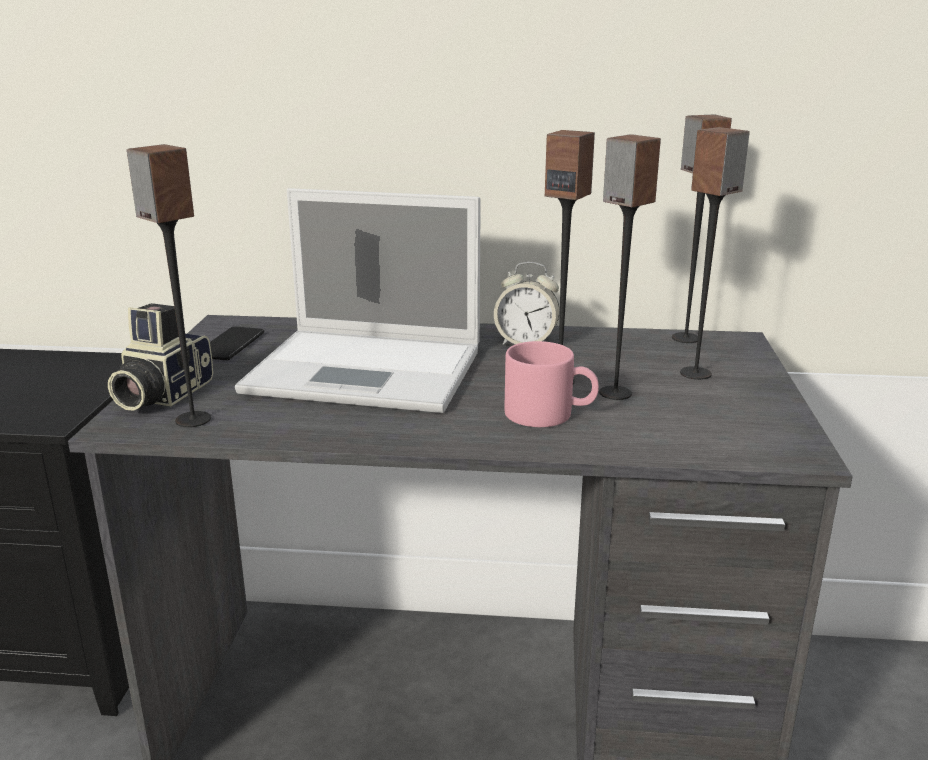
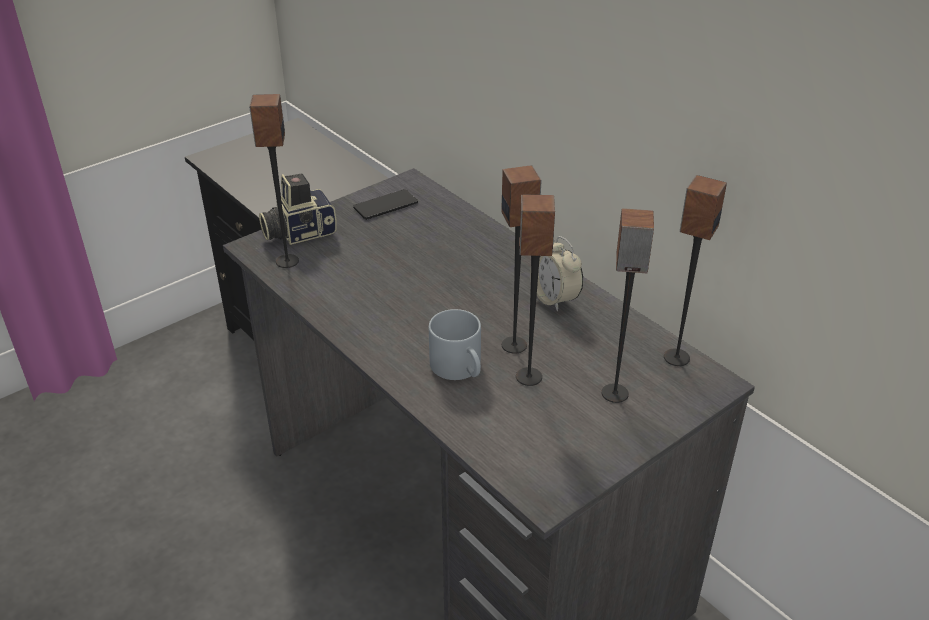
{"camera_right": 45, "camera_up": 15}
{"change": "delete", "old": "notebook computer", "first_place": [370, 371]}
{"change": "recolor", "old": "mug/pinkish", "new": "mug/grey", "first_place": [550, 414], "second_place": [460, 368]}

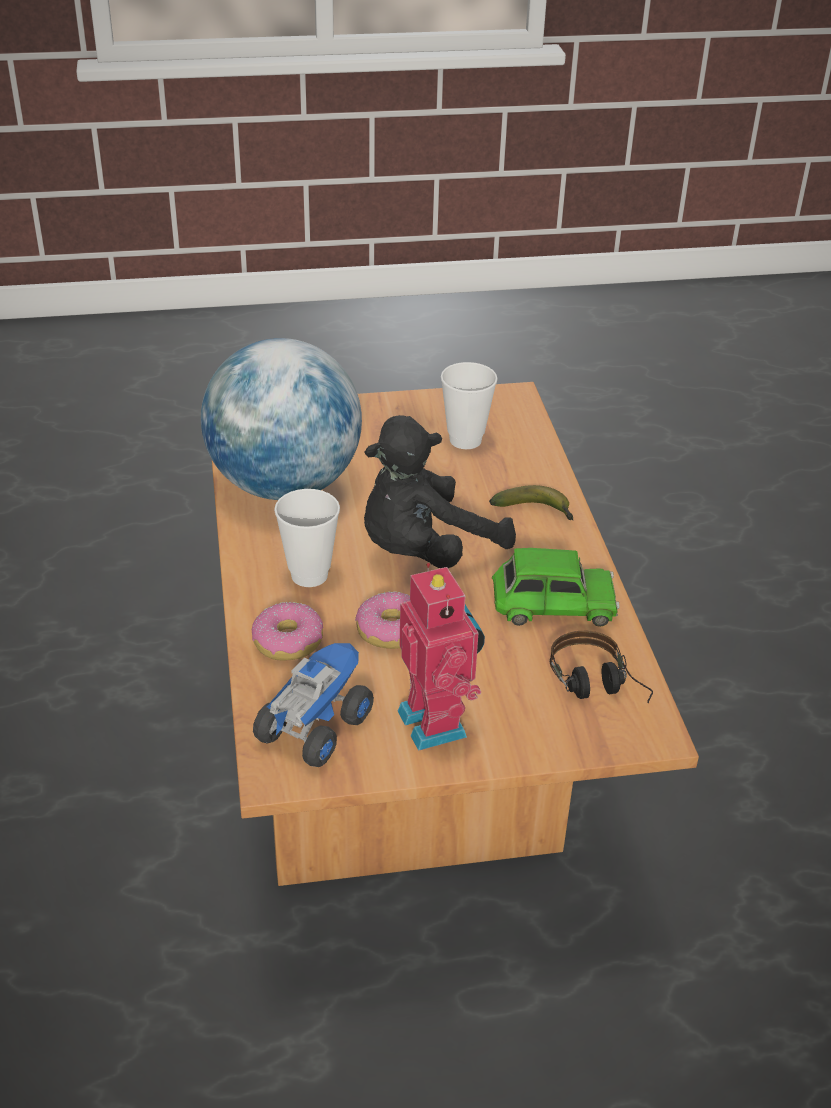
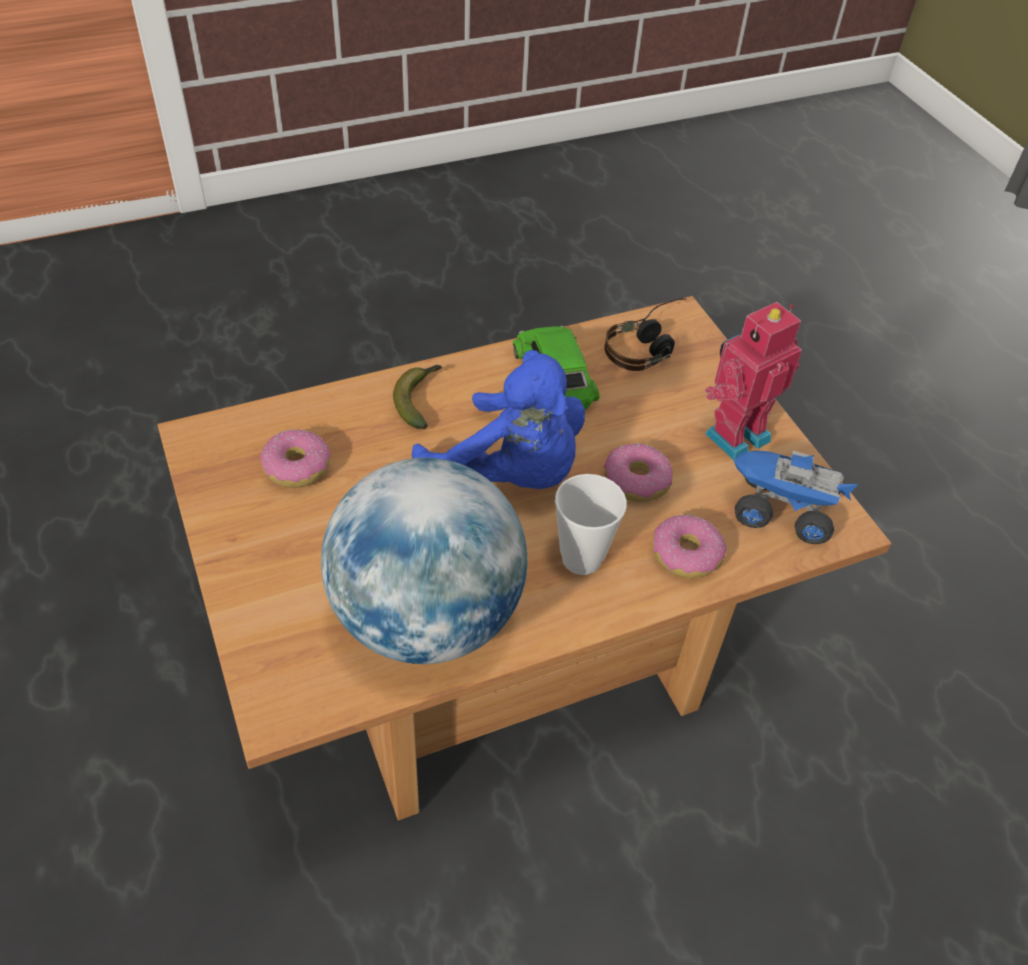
{"camera_right": -105, "camera_up": 10}
{"change": "replace", "old": "small cup", "new": "ring doughnut", "first_place": [465, 440], "second_place": [297, 467]}
{"change": "recolor", "old": "cuddly toy/black", "new": "cuddly toy/bluish", "first_place": [424, 551], "second_place": [510, 473]}

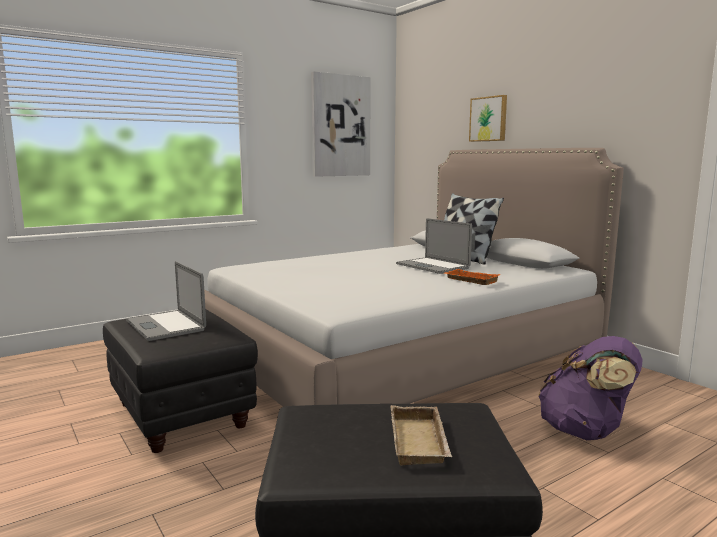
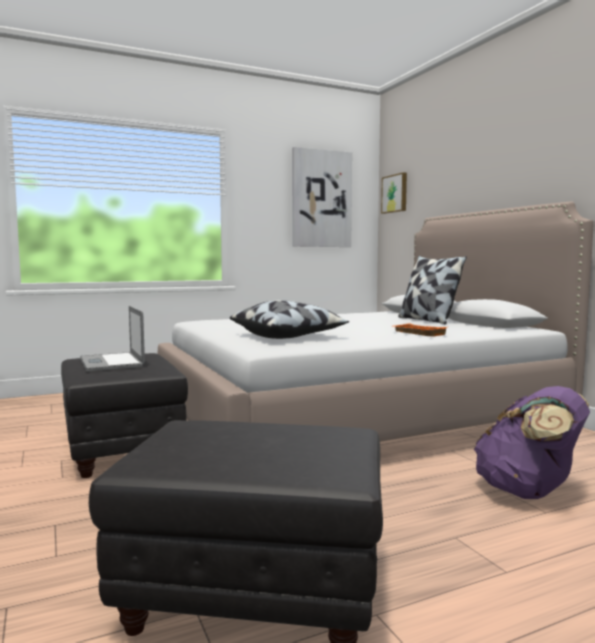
{"camera_right": 10, "camera_up": -5}
{"change": "delete", "old": "carrying tray/beige", "first_place": [421, 442]}
{"change": "delete", "old": "notebook computer", "first_place": [432, 266]}
{"change": "insert", "new": "pillow", "second_place": [288, 336]}
{"change": "move", "old": "picture", "first_place": [489, 119], "second_place": [395, 193]}

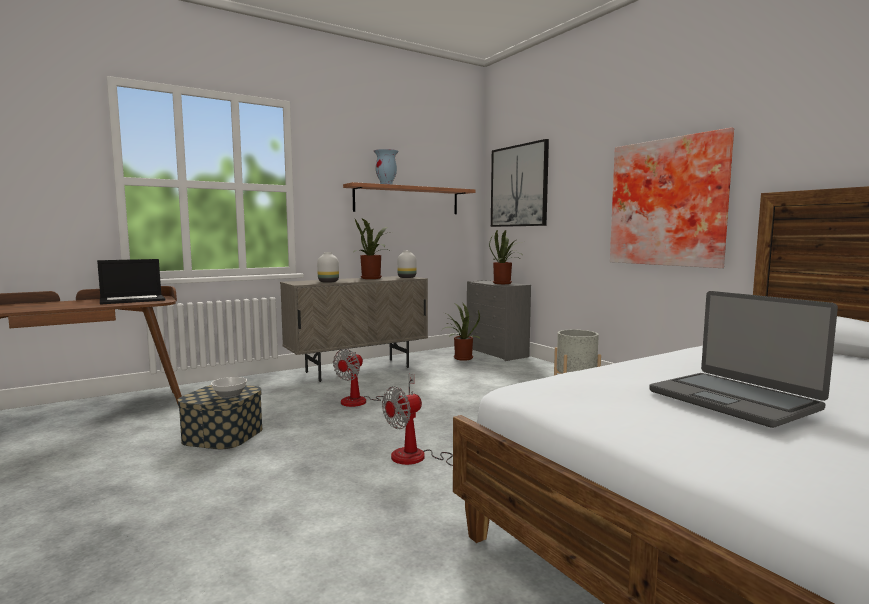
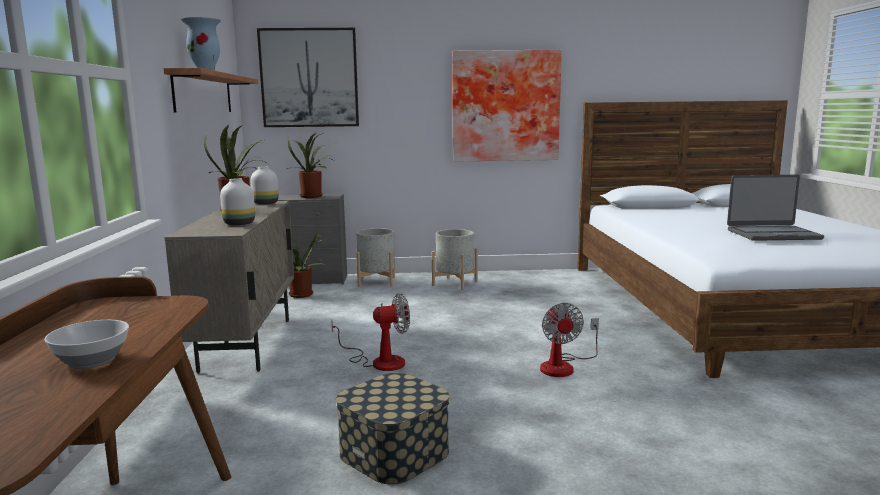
{"camera_right": -60, "camera_up": 5}
{"change": "delete", "old": "notebook computer", "first_place": [133, 300]}
{"change": "insert", "new": "planter/grey", "second_place": [376, 282]}
{"change": "move", "old": "bowl", "first_place": [229, 395], "second_place": [92, 361]}
{"change": "rotate", "old": "fan", "first_place": [363, 402], "second_place": [379, 361], "degrees": -75}

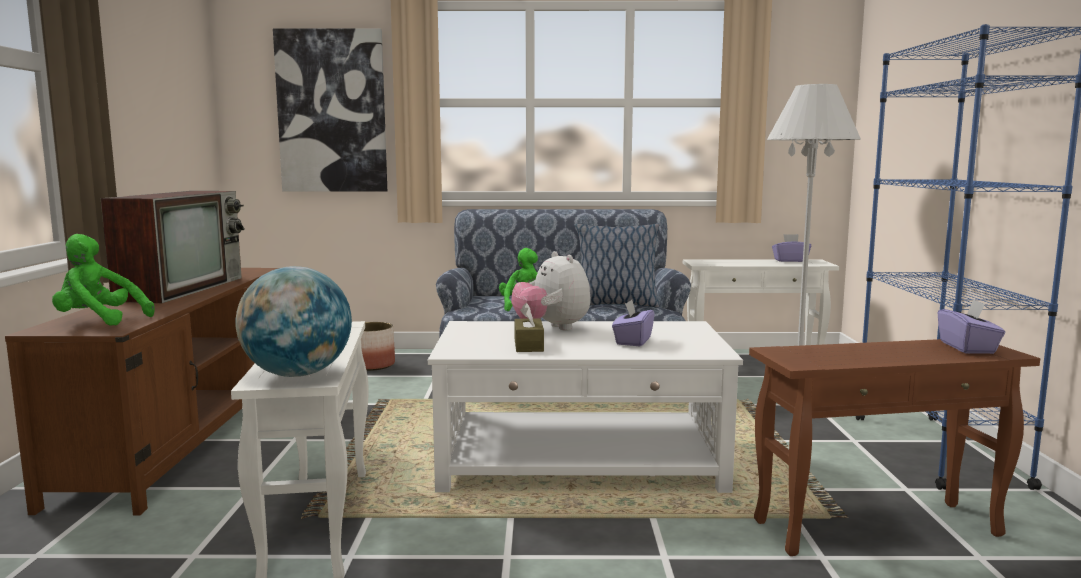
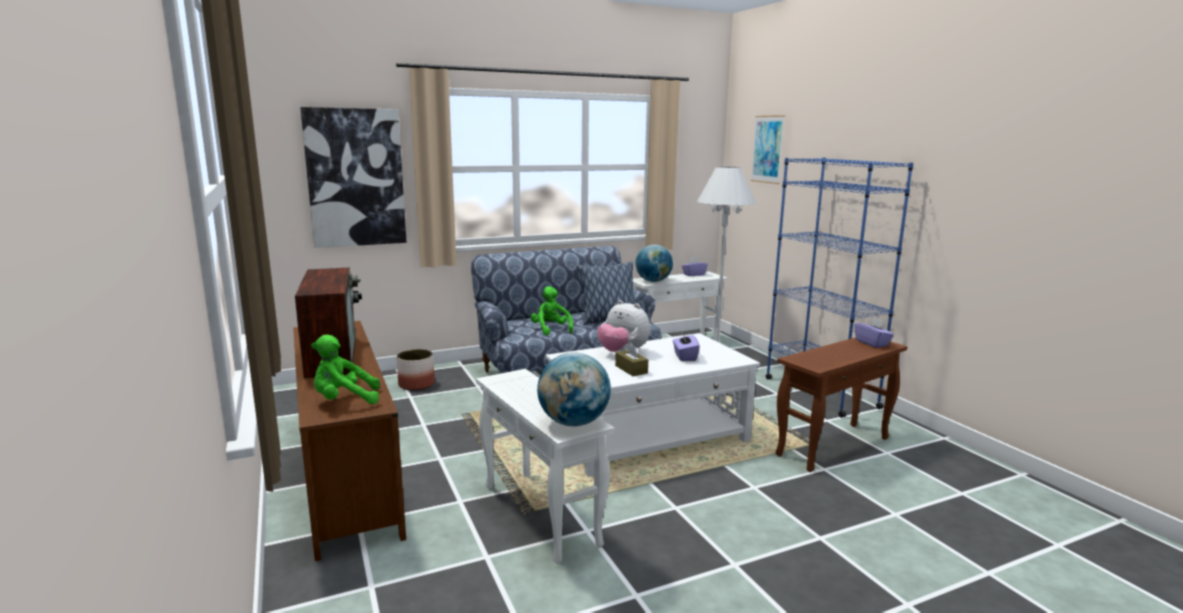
{"camera_right": -25, "camera_up": 5}
{"change": "insert", "new": "desk globe", "second_place": [653, 281]}
{"change": "insert", "new": "picture", "second_place": [767, 149]}

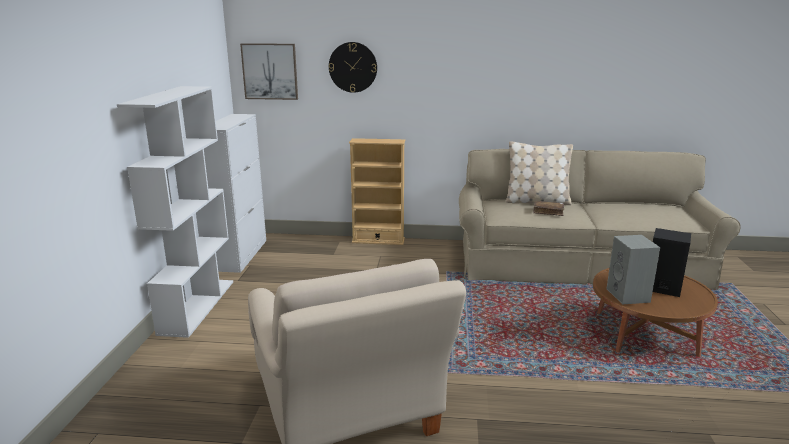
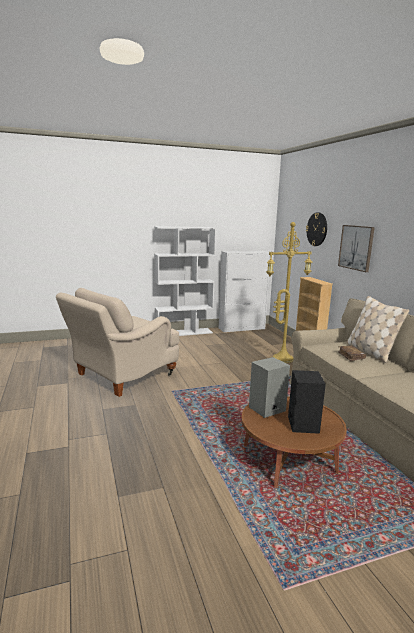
{"camera_right": 65, "camera_up": -5}
{"change": "insert", "new": "standing lamp/yellow", "second_place": [282, 358]}
{"change": "move", "old": "picture", "first_place": [270, 71], "second_place": [356, 247]}

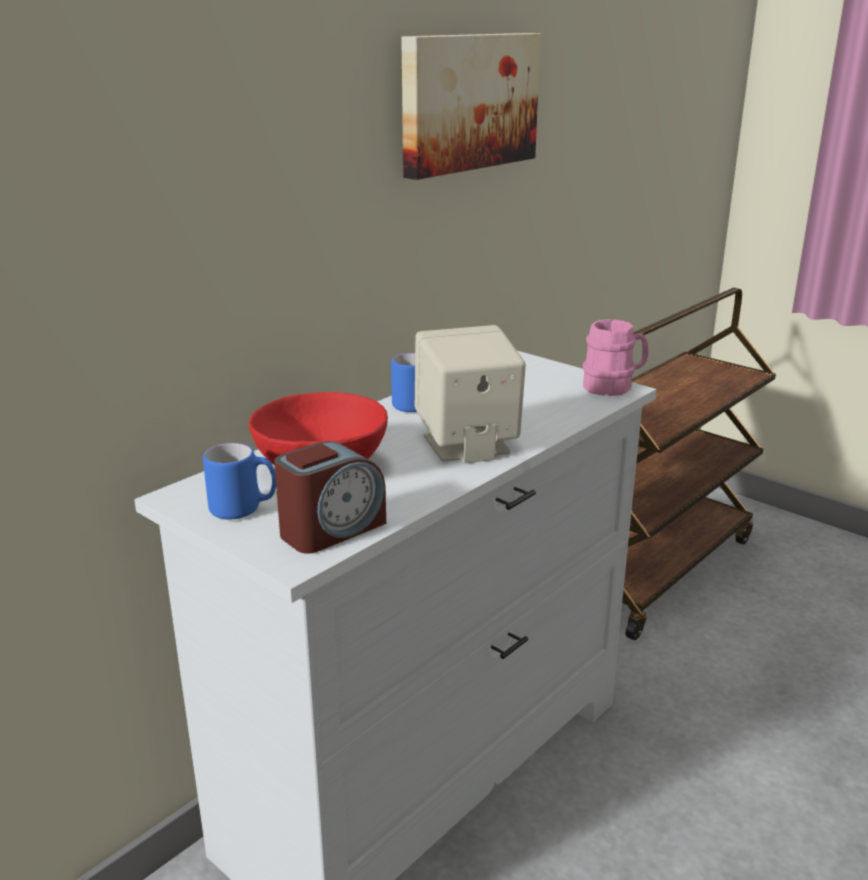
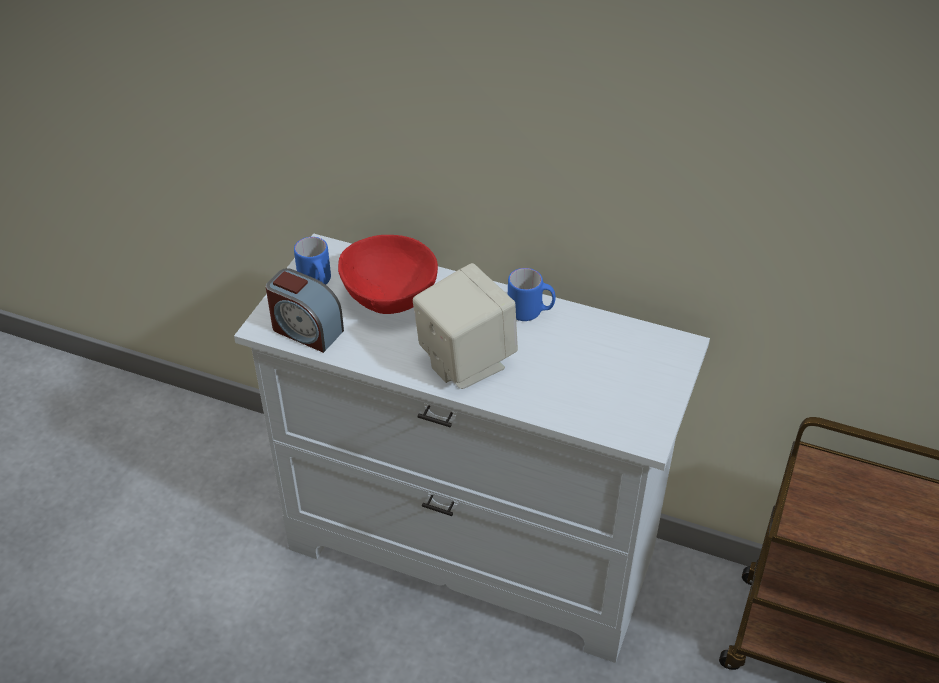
{"camera_right": 70, "camera_up": 20}
{"change": "delete", "old": "picture", "first_place": [467, 102]}
{"change": "delete", "old": "mug/pinkish", "first_place": [614, 386]}

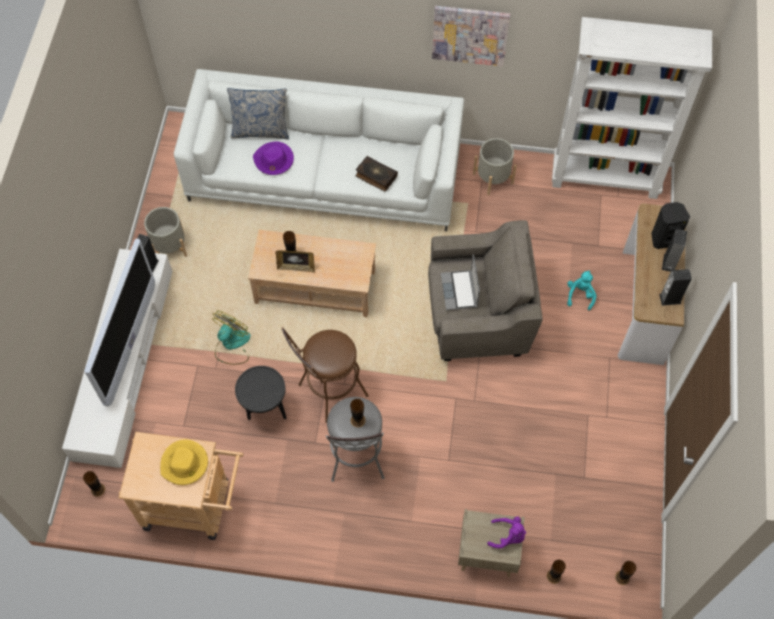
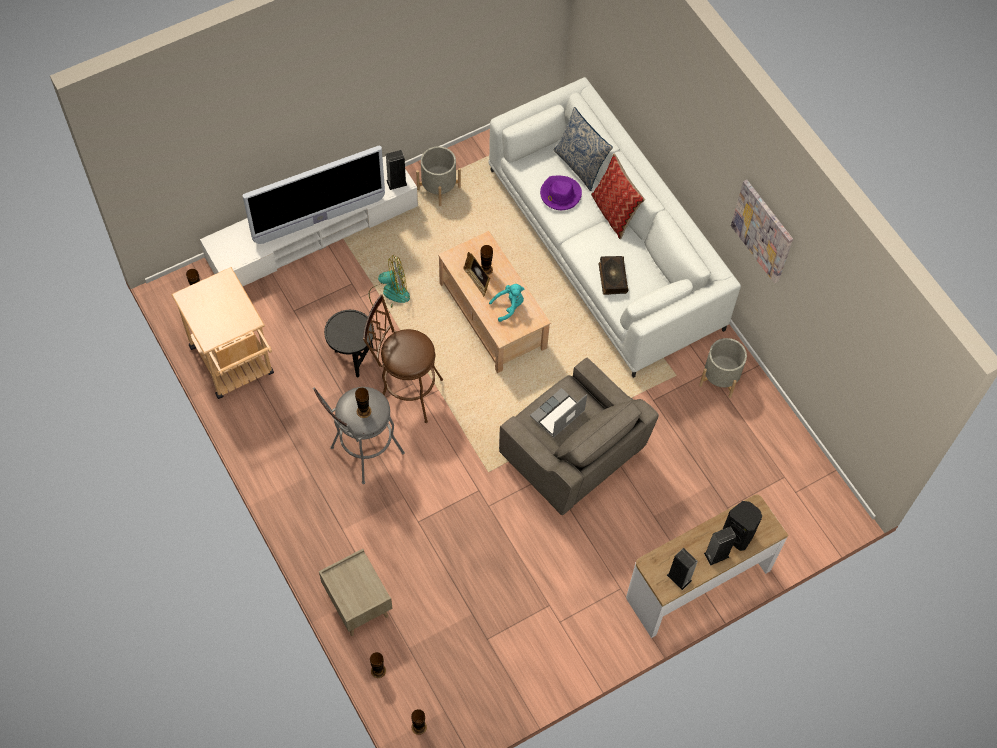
{"camera_right": 50, "camera_up": 0}
{"change": "delete", "old": "hat/yellow", "first_place": [184, 464]}
{"change": "delete", "old": "cuddly toy/purple", "first_place": [508, 536]}
{"change": "delete", "old": "bookshelf/white-coloured", "first_place": [606, 178]}
{"change": "insert", "new": "pillow", "second_place": [614, 213]}
{"change": "move", "old": "cuddly toy/turquoise", "first_place": [580, 295], "second_place": [509, 306]}

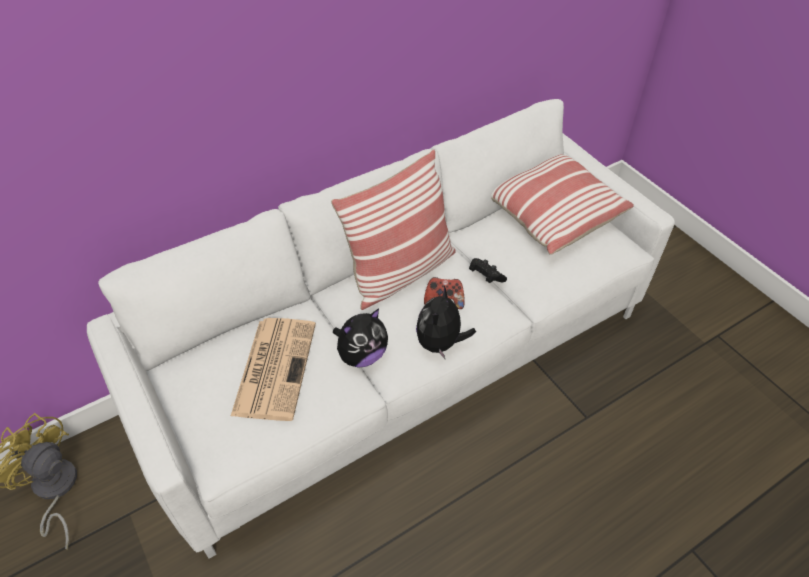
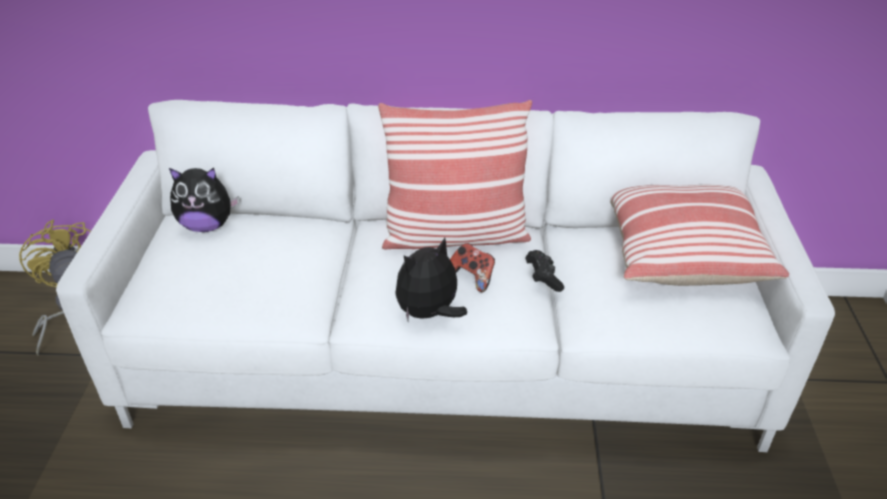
{"camera_right": 35, "camera_up": -10}
{"change": "delete", "old": "printed paper", "first_place": [274, 367]}
{"change": "move", "old": "cuddly toy", "first_place": [362, 355], "second_place": [207, 225]}

